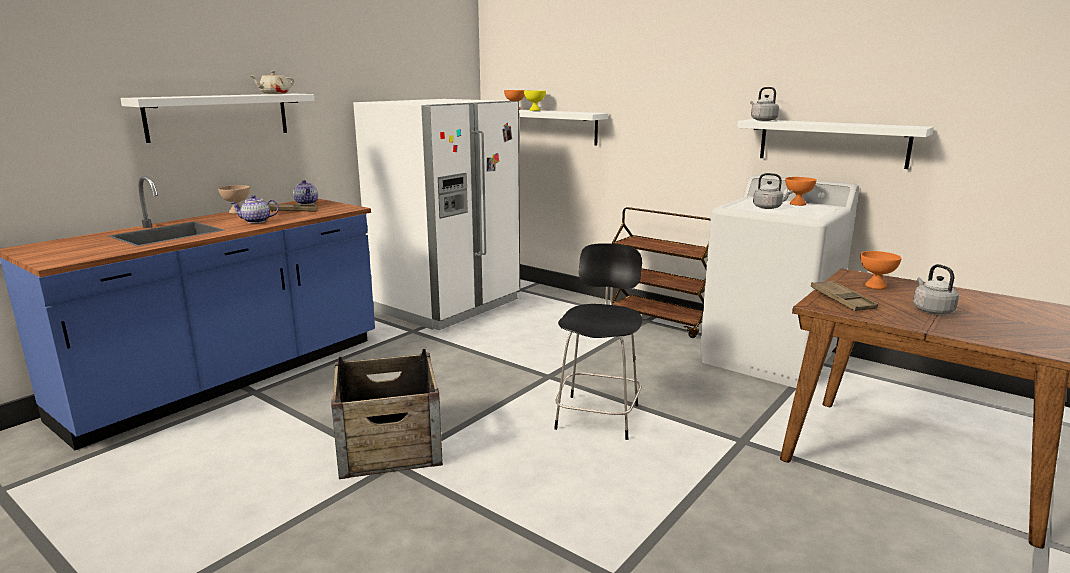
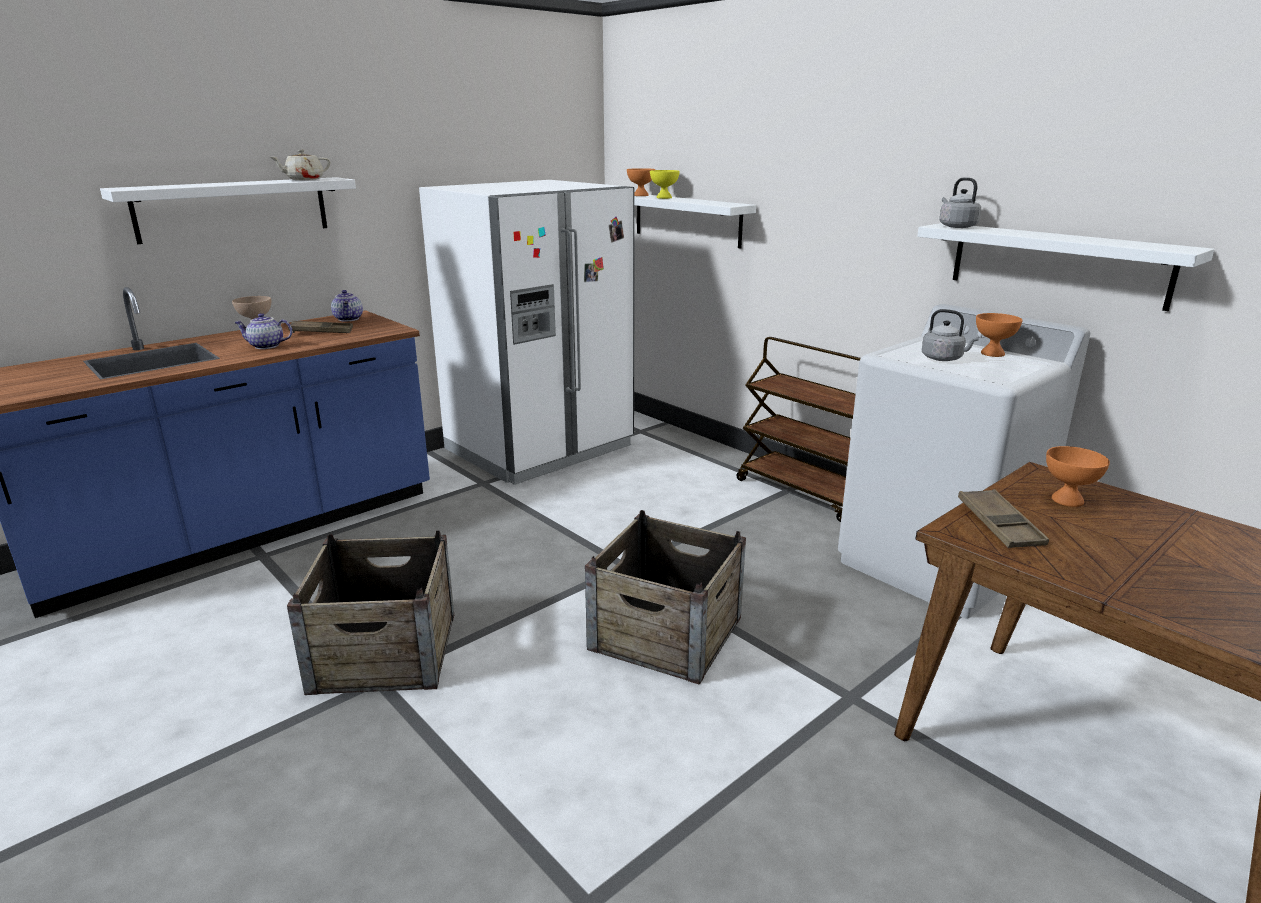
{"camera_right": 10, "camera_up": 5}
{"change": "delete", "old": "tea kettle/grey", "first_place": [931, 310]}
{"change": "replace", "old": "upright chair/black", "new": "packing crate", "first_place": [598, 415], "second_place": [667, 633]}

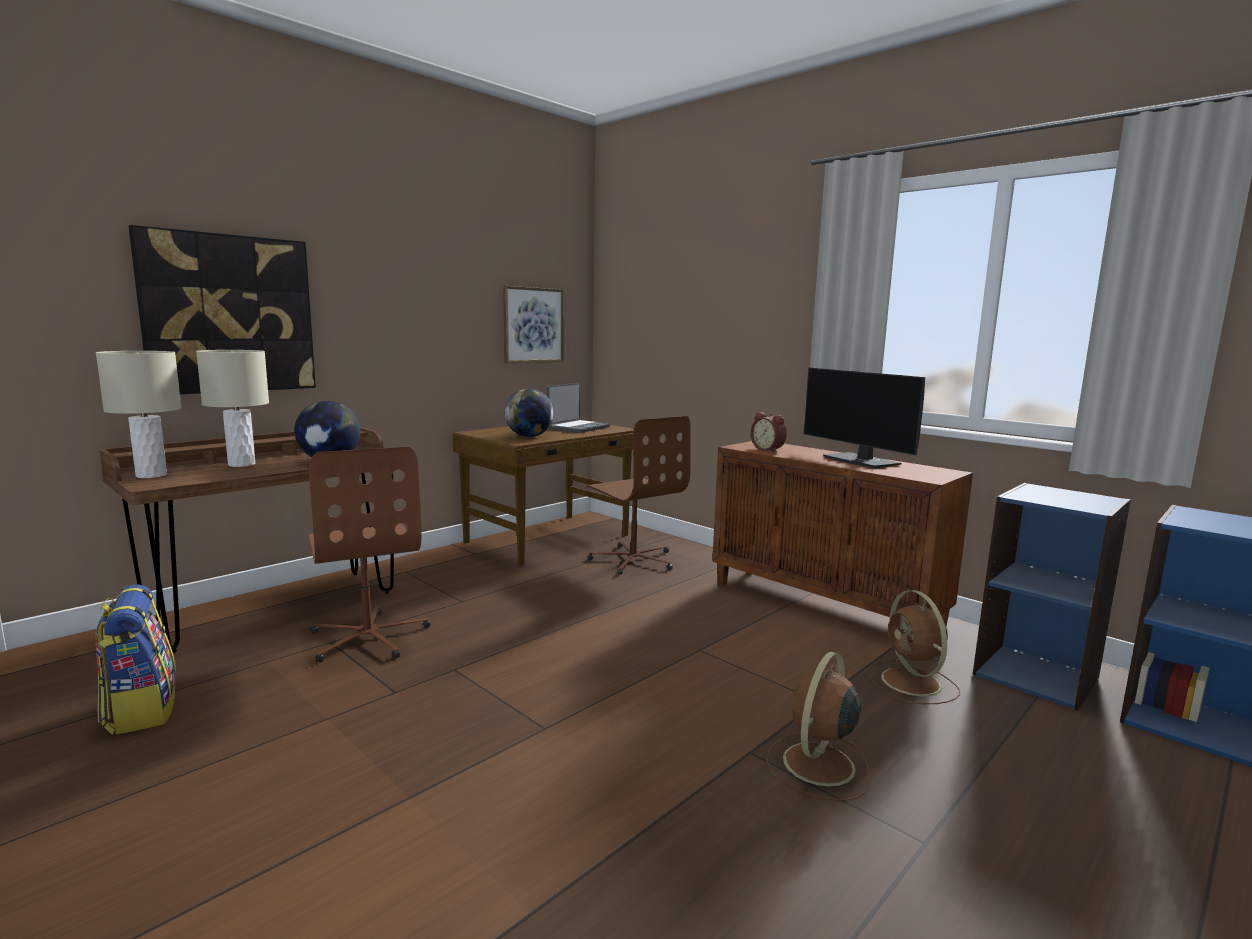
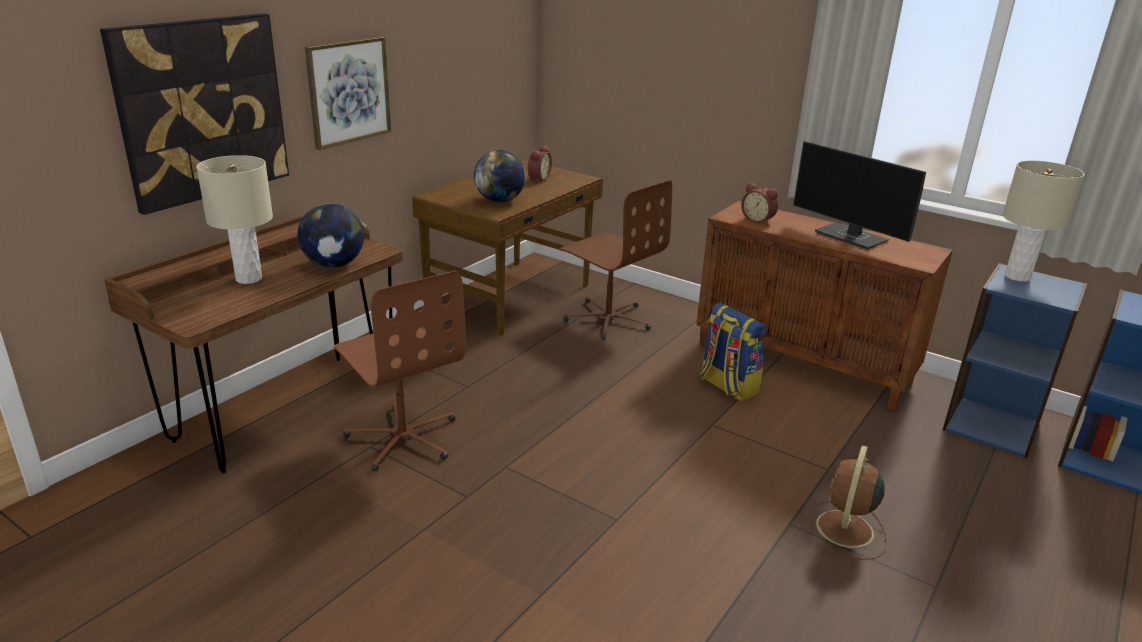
{"camera_right": -10, "camera_up": 15}
{"change": "delete", "old": "fan/brown", "first_place": [912, 683]}
{"change": "move", "old": "knapsack", "first_place": [141, 710], "second_place": [727, 386]}
{"change": "move", "old": "table lamp/beige", "first_place": [152, 475], "second_place": [1017, 276]}
{"change": "move", "old": "picture", "first_place": [533, 325], "second_place": [348, 91]}
{"change": "replace", "old": "notebook computer", "new": "bedside clock", "first_place": [578, 428], "second_place": [537, 179]}

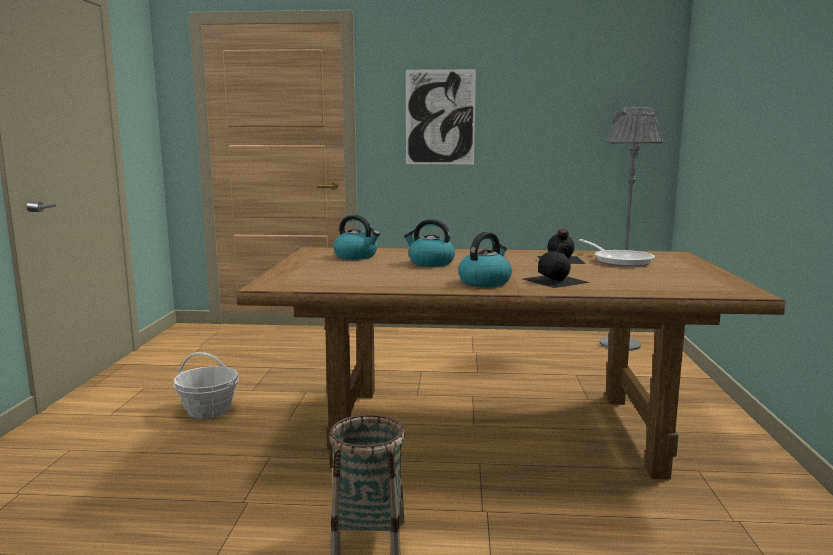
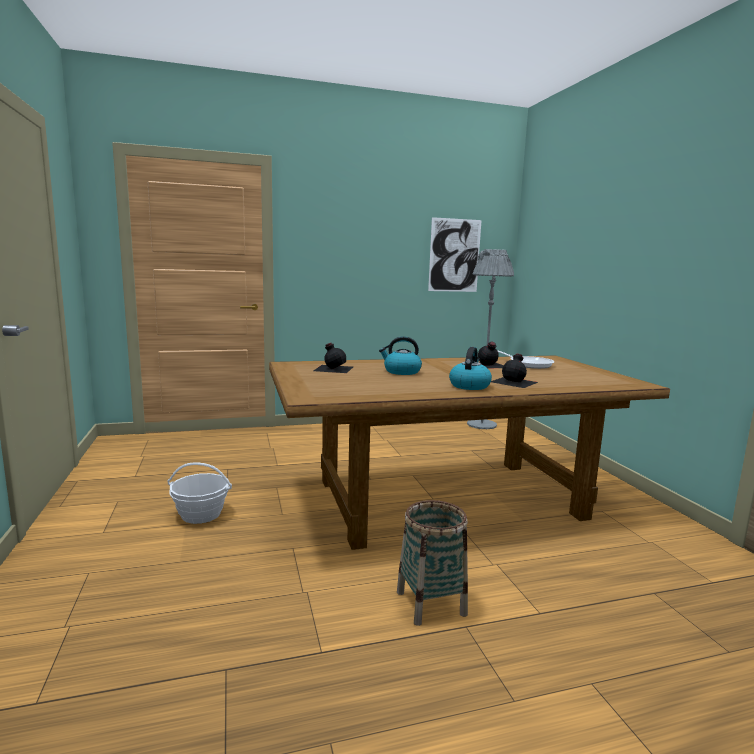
{"camera_right": -20, "camera_up": 0}
{"change": "move", "old": "picture", "first_place": [440, 117], "second_place": [454, 255]}
{"change": "replace", "old": "tea kettle", "new": "drink bottle/black", "first_place": [356, 256], "second_place": [333, 368]}

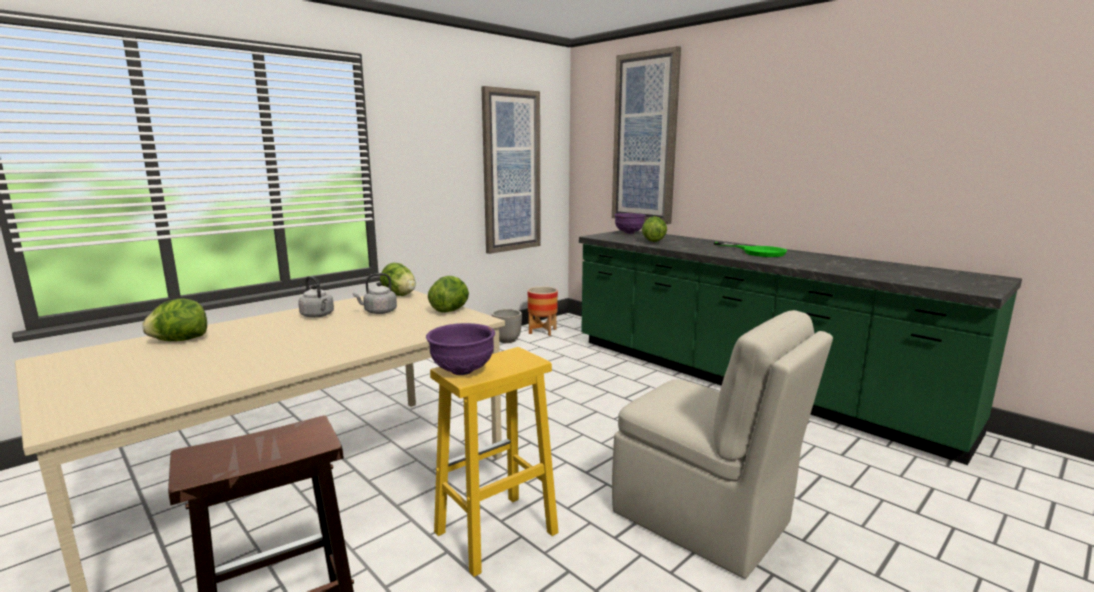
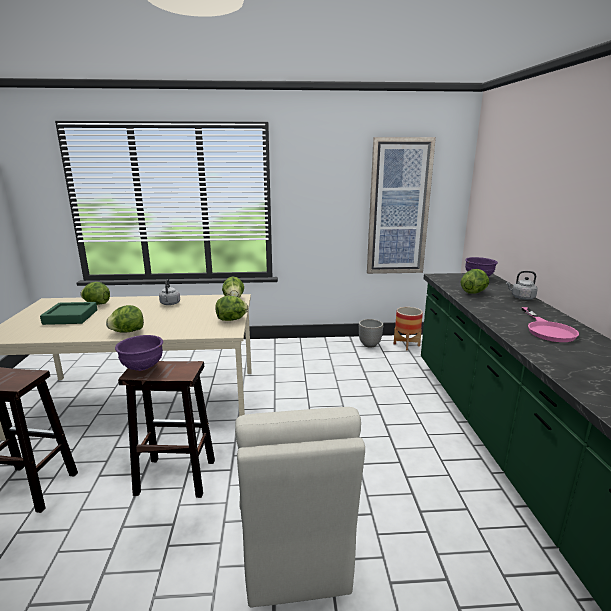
{"camera_right": 40, "camera_up": 5}
{"change": "delete", "old": "picture", "first_place": [645, 139]}
{"change": "insert", "new": "carrying tray/green", "second_place": [70, 317]}
{"change": "insert", "new": "lettuce head", "second_place": [127, 331]}
{"change": "move", "old": "tea kettle/grey", "first_place": [378, 312], "second_place": [521, 297]}
{"change": "recolor", "old": "sitting stool/yellow", "new": "sitting stool/brown", "first_place": [494, 533], "second_place": [174, 477]}
{"change": "recolor", "old": "skillet/green", "new": "skillet/pinkish", "first_place": [757, 252], "second_place": [547, 330]}

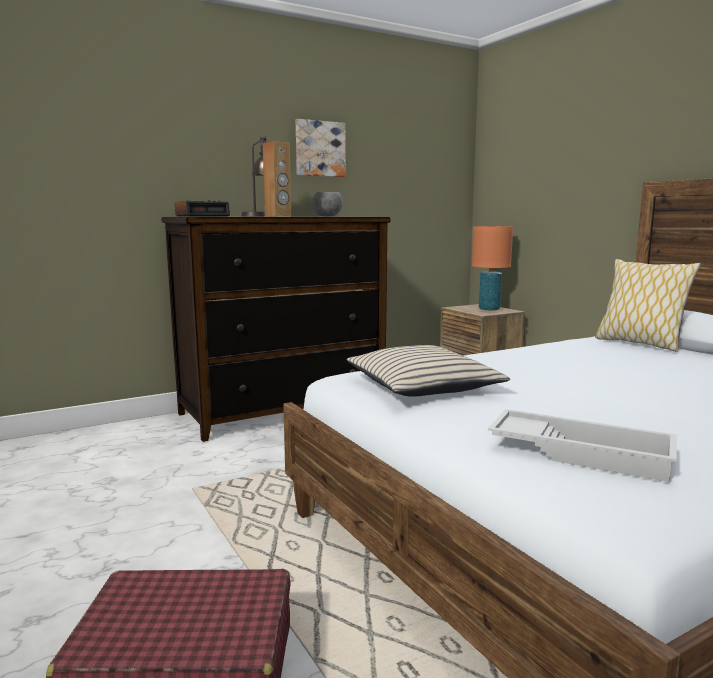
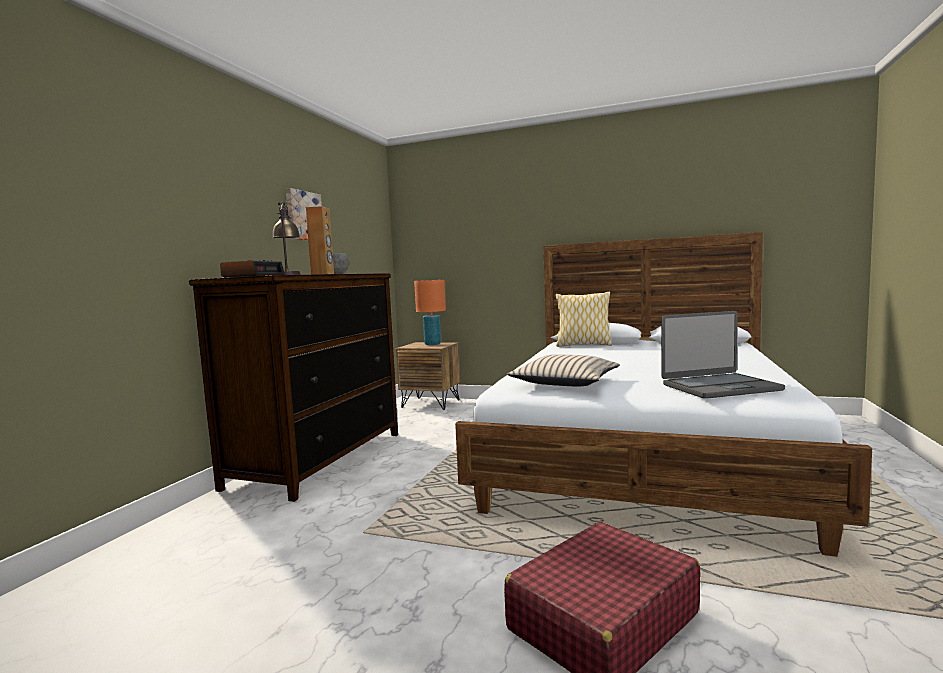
{"camera_right": -40, "camera_up": -5}
{"change": "replace", "old": "carrying tray/white-coloured", "new": "notebook computer", "first_place": [581, 452], "second_place": [719, 387]}

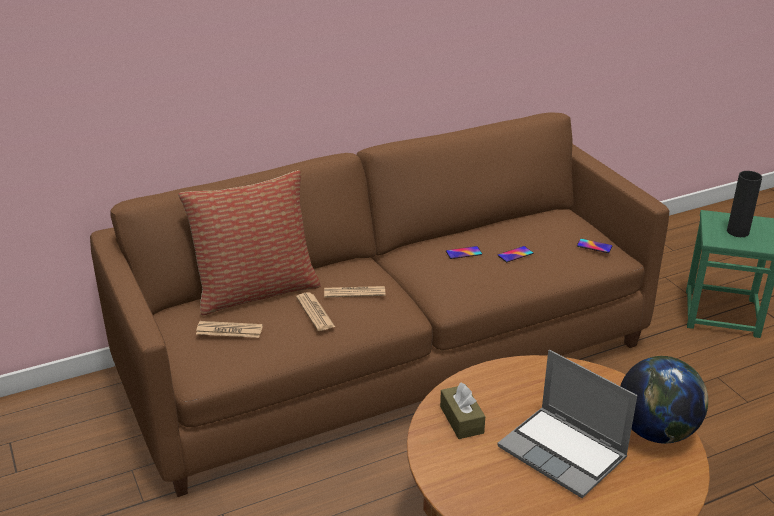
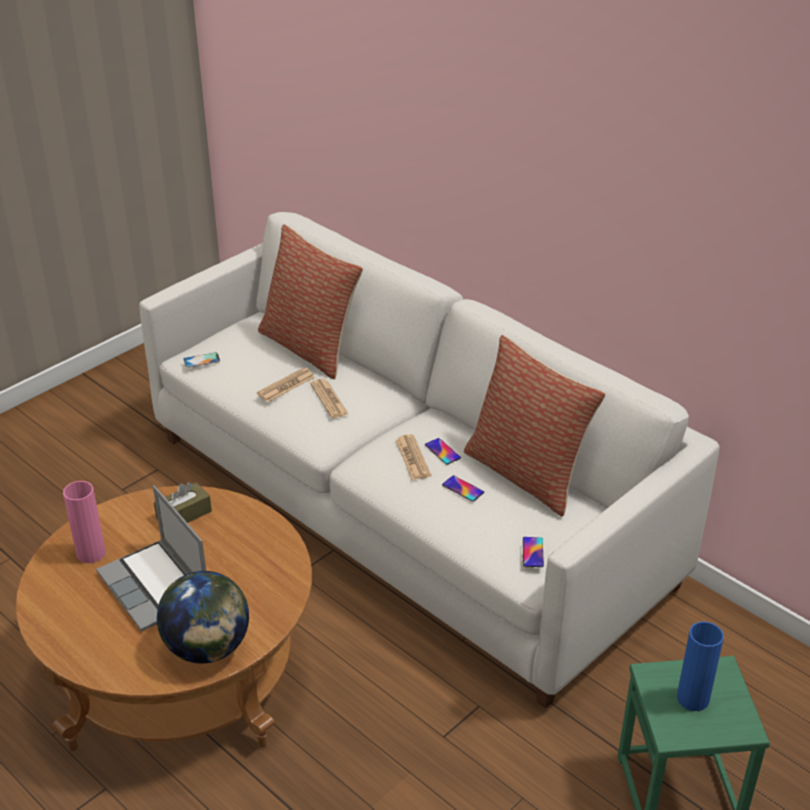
{"camera_right": 70, "camera_up": 5}
{"change": "insert", "new": "decorative vase/pinkish", "second_place": [91, 553]}
{"change": "insert", "new": "handset", "second_place": [201, 360]}
{"change": "insert", "new": "pillow", "second_place": [527, 473]}
{"change": "move", "old": "printed paper", "first_place": [229, 330], "second_place": [412, 458]}
{"change": "recolor", "old": "couch/brown", "new": "couch/white-coloured", "first_place": [387, 359], "second_place": [406, 509]}
{"change": "recolor", "old": "decorative vase/black", "new": "decorative vase/bluish", "first_place": [738, 232], "second_place": [693, 698]}
{"change": "rotate", "old": "notebook computer", "first_place": [564, 453], "second_place": [156, 587], "degrees": -60}

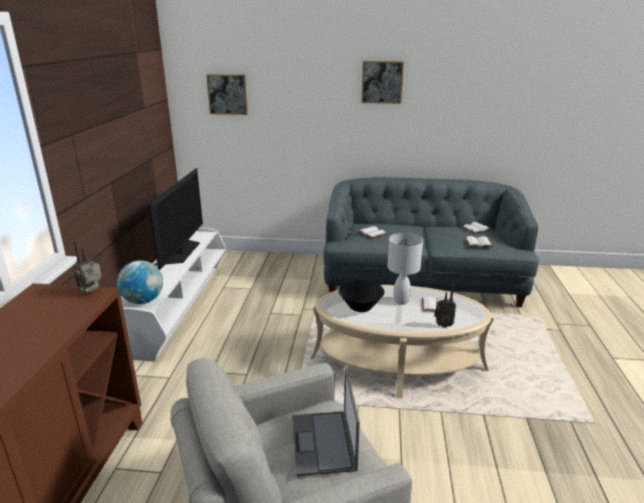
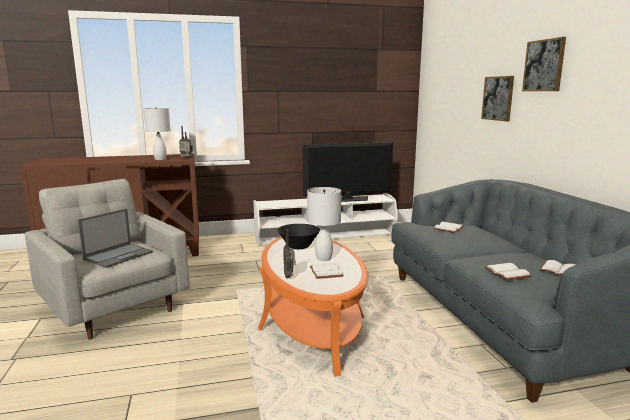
{"camera_right": 70, "camera_up": -10}
{"change": "delete", "old": "desk globe", "first_place": [143, 300]}
{"change": "insert", "new": "table lamp/white-coloured", "second_place": [160, 159]}
{"change": "move", "old": "picture", "first_place": [227, 94], "second_place": [498, 98]}
{"change": "recolor", "old": "lounge table/beige", "new": "lounge table/orange-coloured", "first_place": [397, 363], "second_place": [312, 323]}
{"change": "rotate", "old": "notebook computer", "first_place": [323, 443], "second_place": [119, 255], "degrees": 150}

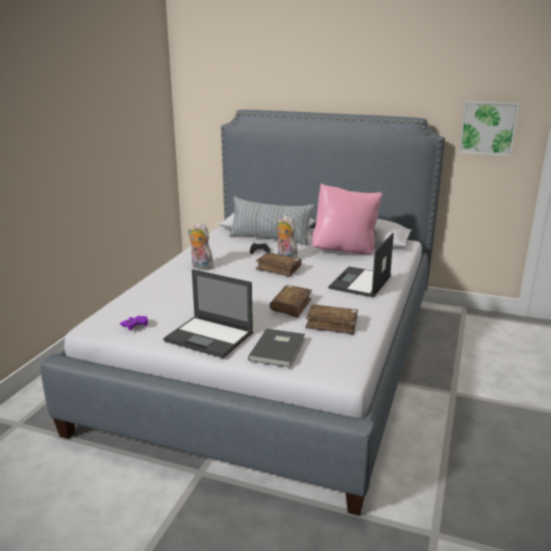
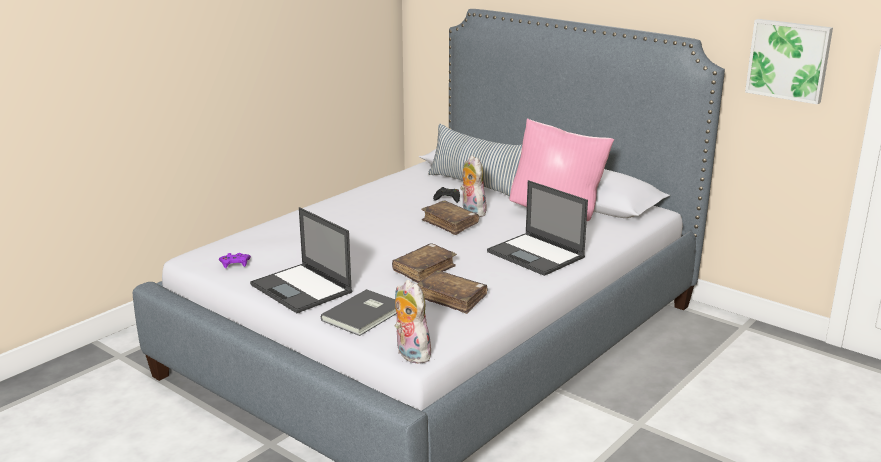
{"camera_right": 20, "camera_up": 0}
{"change": "move", "old": "cuddly toy", "first_place": [200, 267], "second_place": [410, 354]}
{"change": "rotate", "old": "notebook computer", "first_place": [360, 282], "second_place": [536, 255], "degrees": -90}

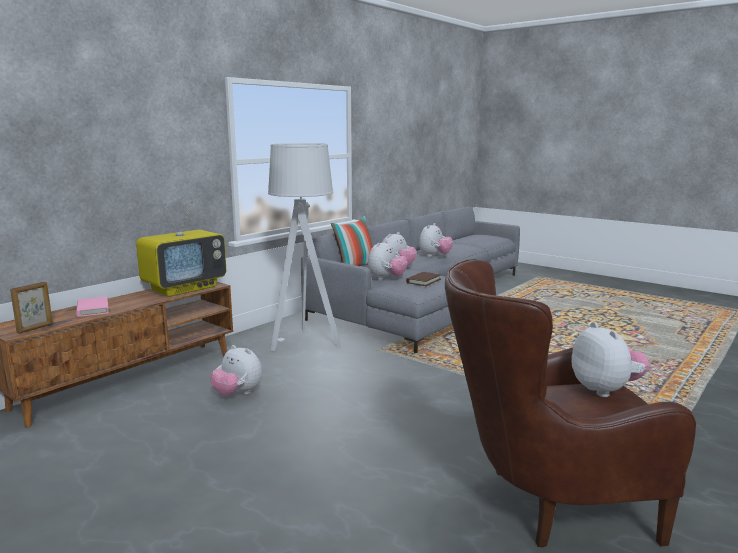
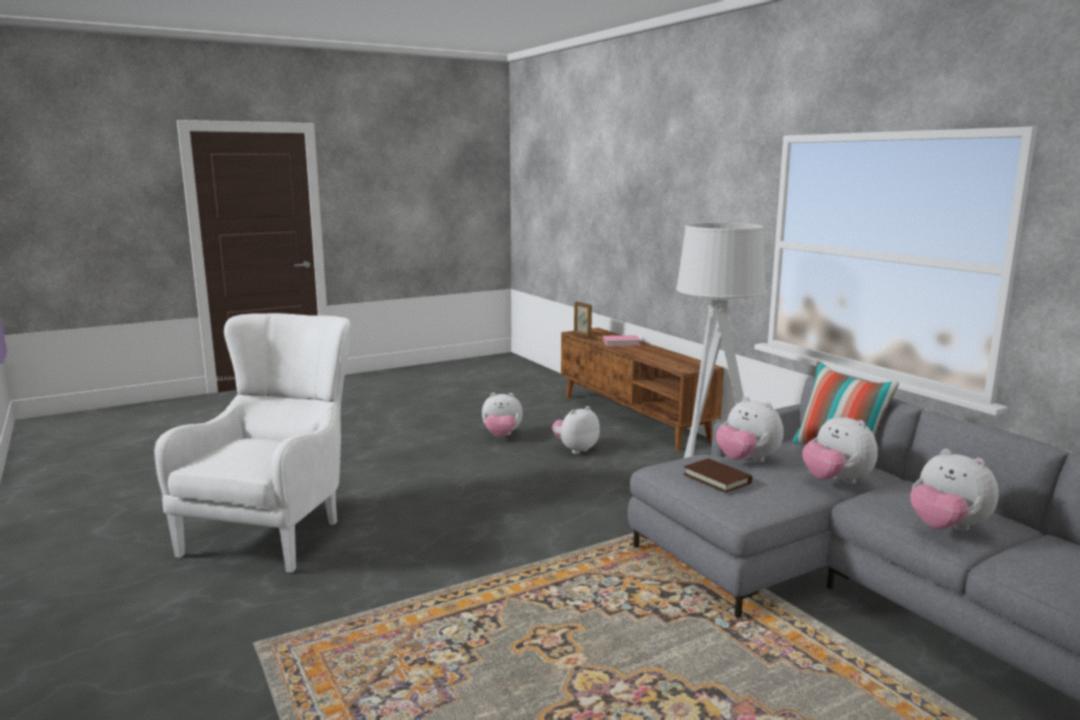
{"camera_right": 110, "camera_up": 0}
{"change": "delete", "old": "television", "first_place": [185, 288]}
{"change": "move", "old": "cuddly toy", "first_place": [605, 390], "second_place": [501, 436]}
{"change": "recolor", "old": "easy chair/brown", "new": "easy chair/white-coloured", "first_place": [545, 504], "second_place": [277, 529]}

